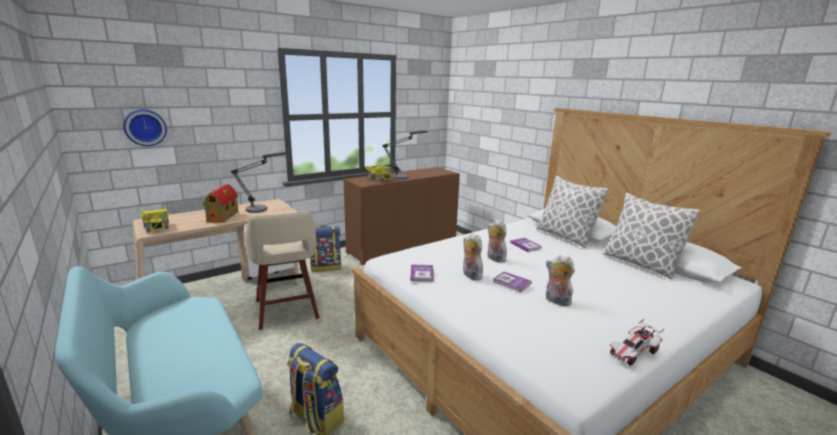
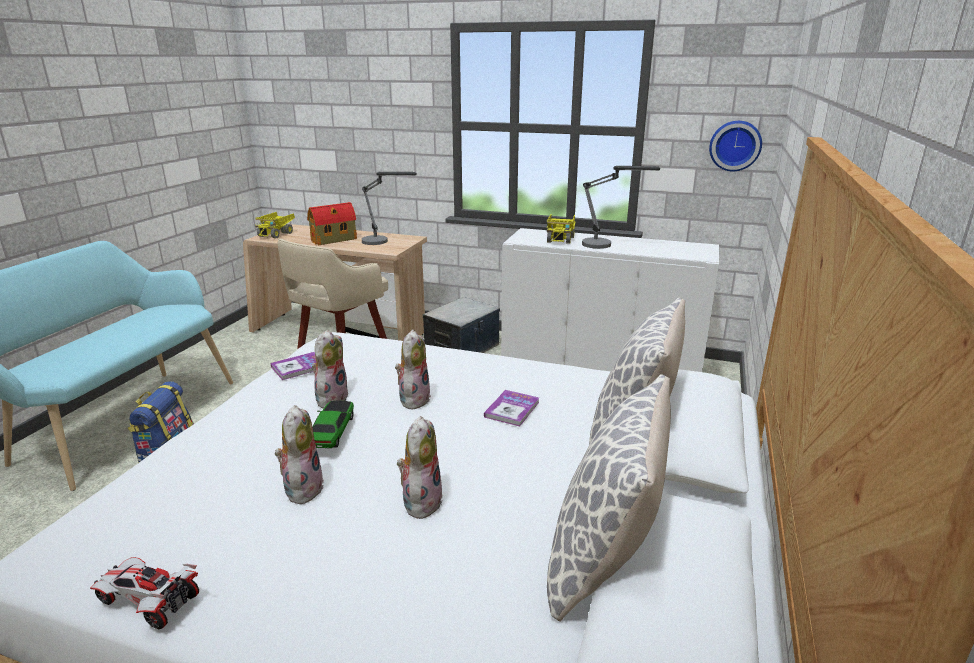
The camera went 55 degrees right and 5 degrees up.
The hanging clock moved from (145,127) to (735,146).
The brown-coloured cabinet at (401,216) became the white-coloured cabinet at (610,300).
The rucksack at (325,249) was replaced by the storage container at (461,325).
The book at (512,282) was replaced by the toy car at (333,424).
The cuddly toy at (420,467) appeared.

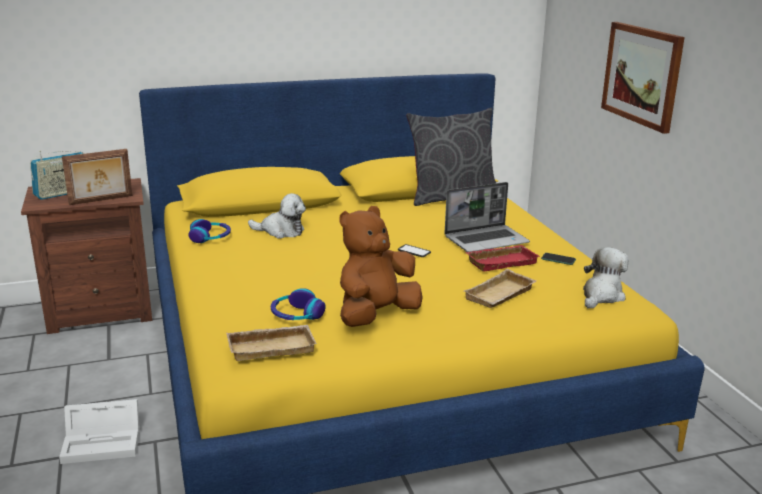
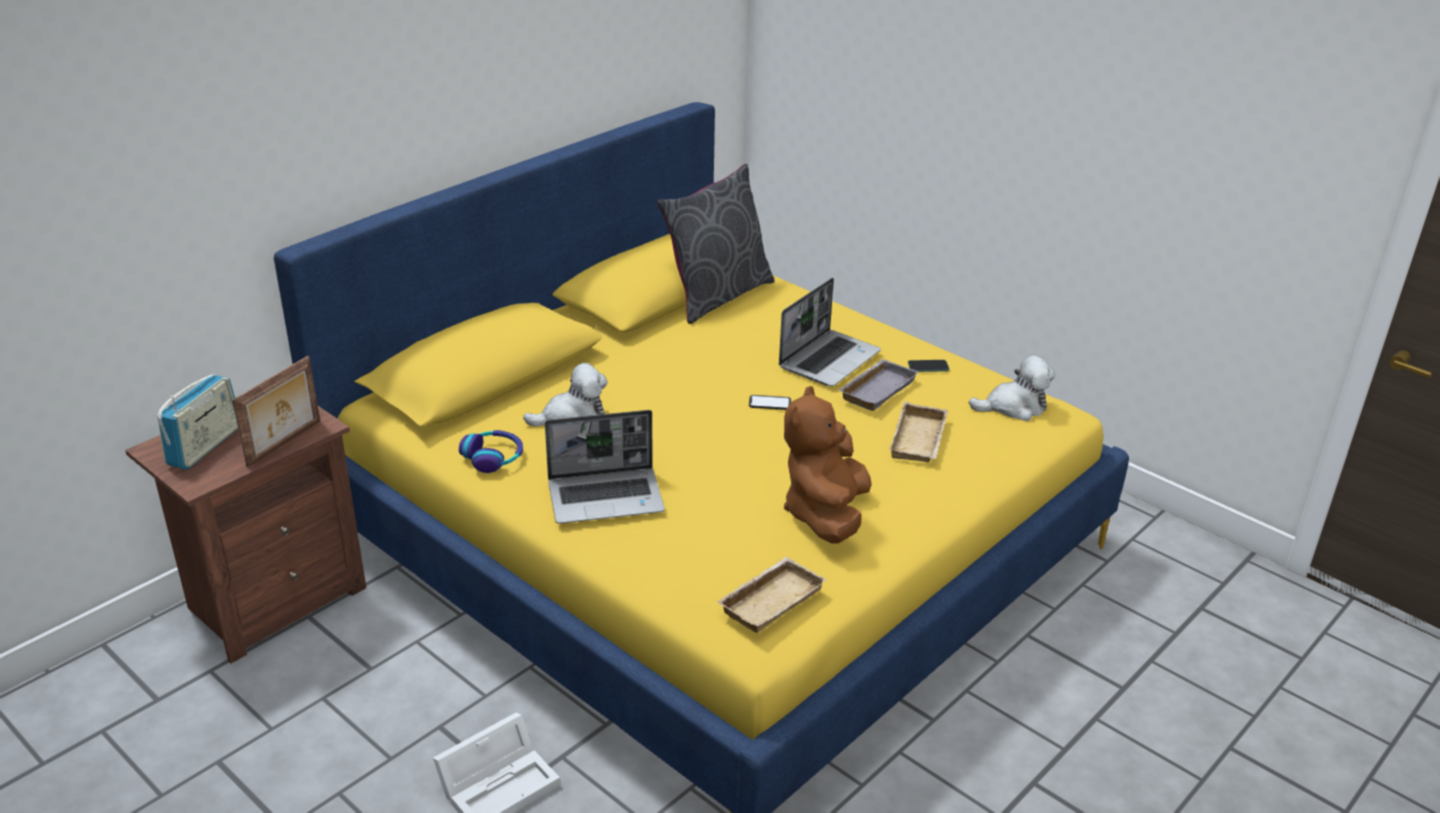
The camera went 30 degrees left and 10 degrees up.
The wall picture at (643,78) disappeared.
The red carrying tray at (503,258) became the greyish carrying tray at (878,385).
The cuddly toy at (606,277) turned 75 degrees clockwise.
The headphones at (298,304) disappeared.
The laptop at (605,467) appeared.

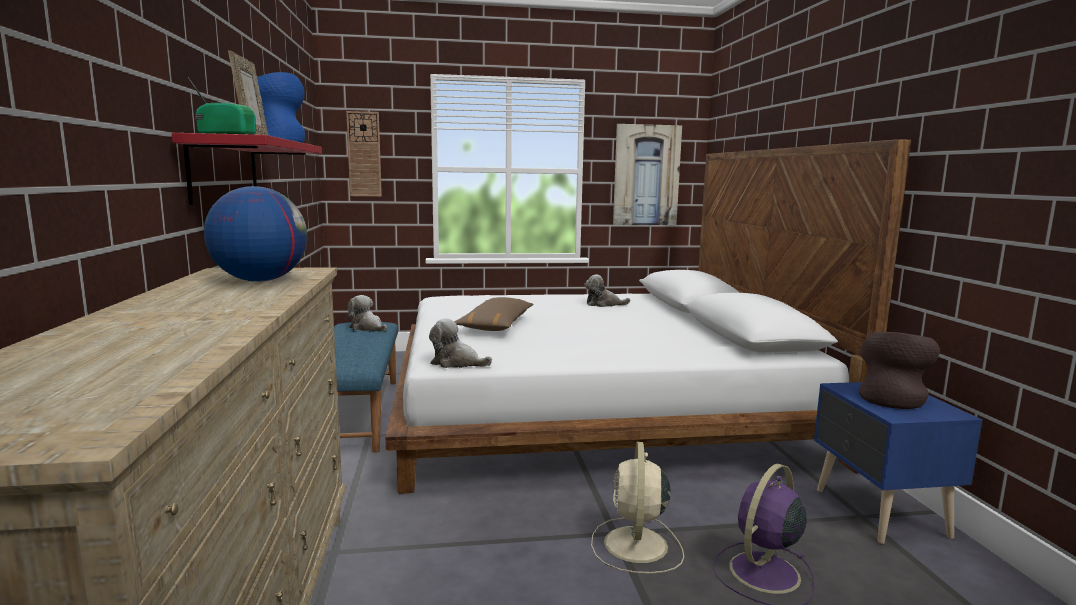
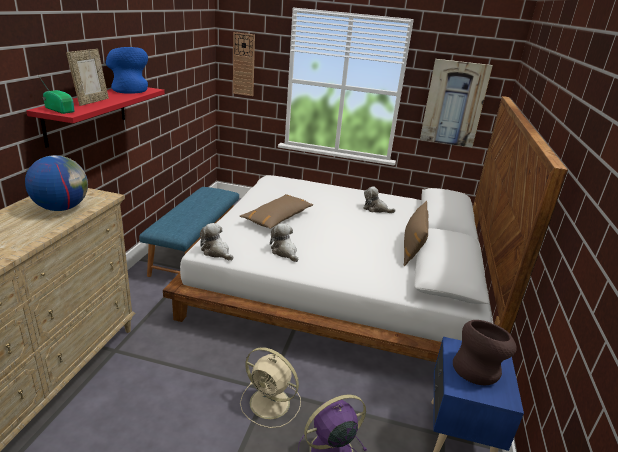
The camera went 20 degrees right and 15 degrees up.
The cuddly toy moved from (367,313) to (284,242).
The beige-coloured electric fan at (637,508) turned 90 degrees counterclockwise.
The brown-coloured cushion at (416,233) appeared.

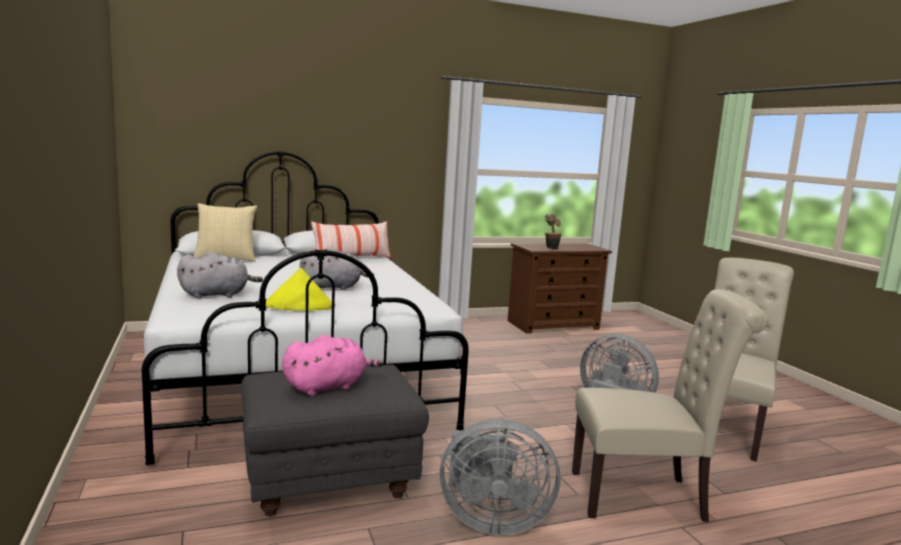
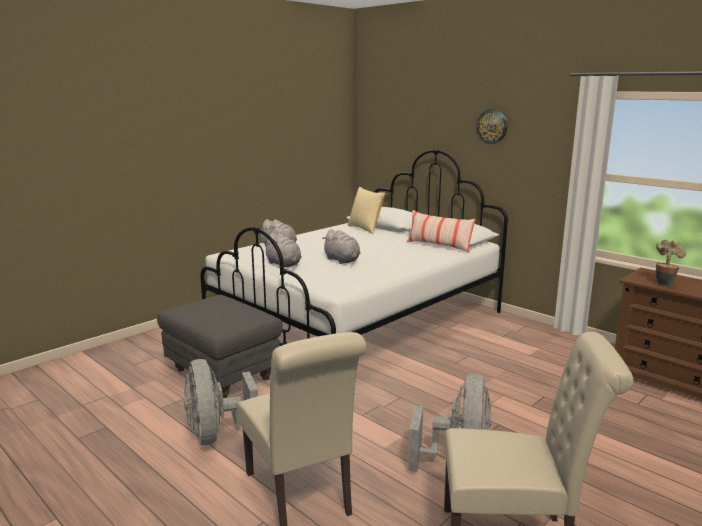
The camera went 65 degrees right and 5 degrees up.
The yellow-coloured hat at (300,289) was replaced by the greyish cuddly toy at (282,249).
The pinkish cuddly toy at (333,365) disappeared.
The hanging clock at (492,126) appeared.

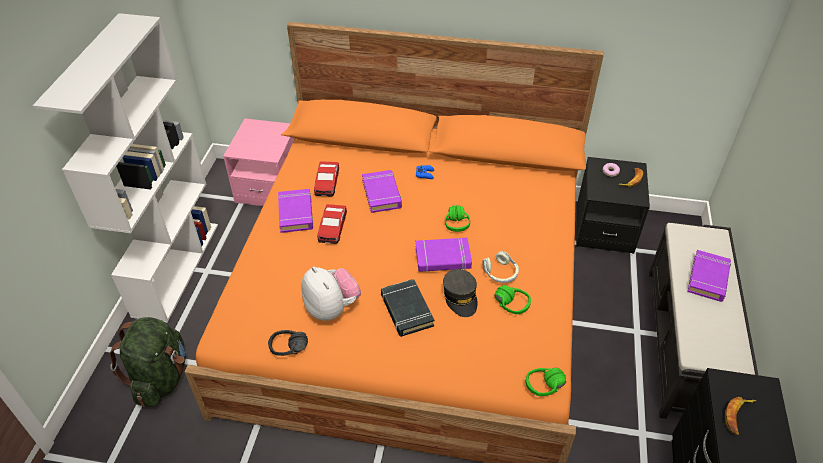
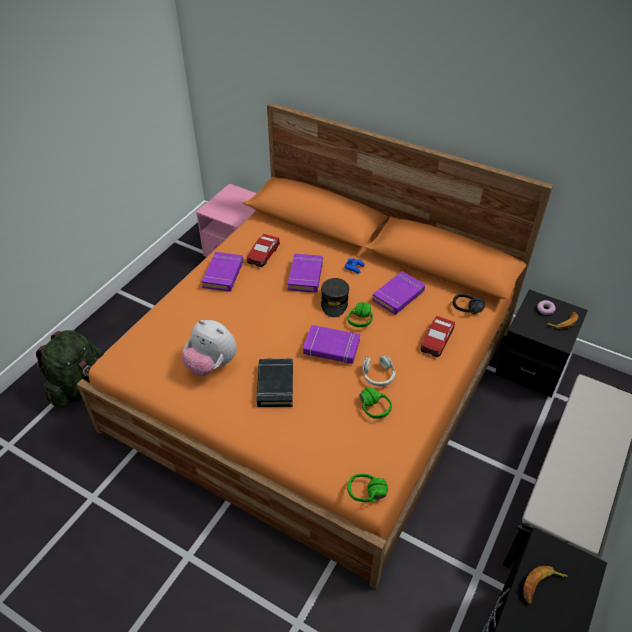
The camera went 20 degrees right and 0 degrees up.
The white-coloured bookshelf at (125,168) disappeared.
The toy car moved from (332,224) to (437,336).
The purple book moved from (709,276) to (398,293).
The cuddly toy at (331,293) turned 135 degrees clockwise.
The greyish cap moved from (460,293) to (335,297).
The black-coloured headphones moved from (288,343) to (469,304).

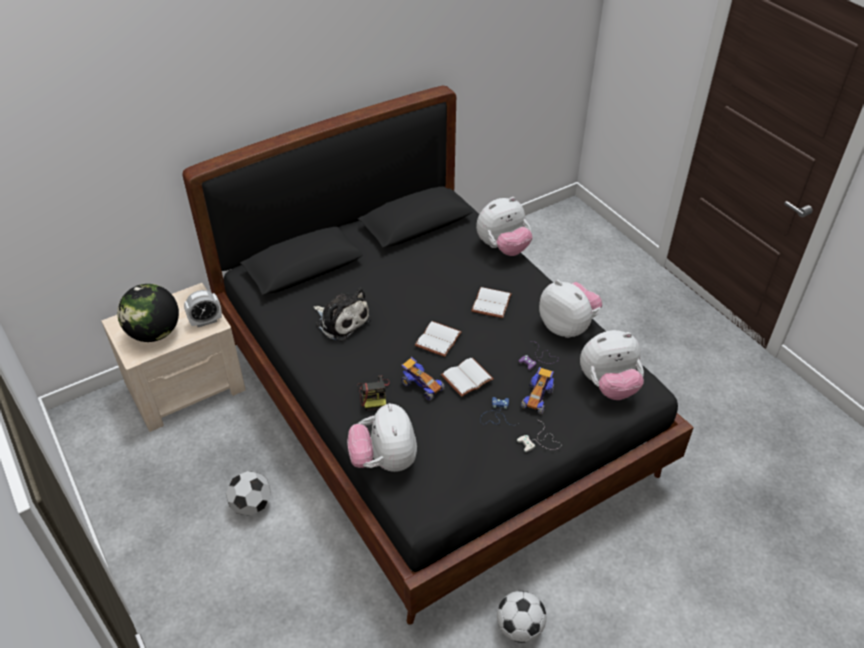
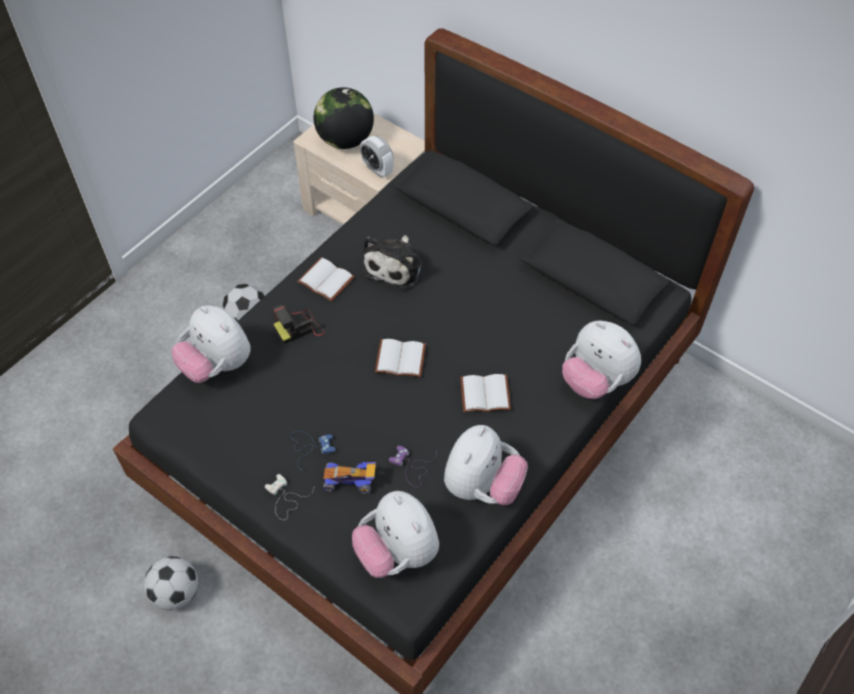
The camera went 70 degrees right and 10 degrees up.
The toy car at (423,379) disappeared.
The white-coloured book moved from (467,377) to (326,280).
The cuddly toy at (382,437) turned 105 degrees counterclockwise.

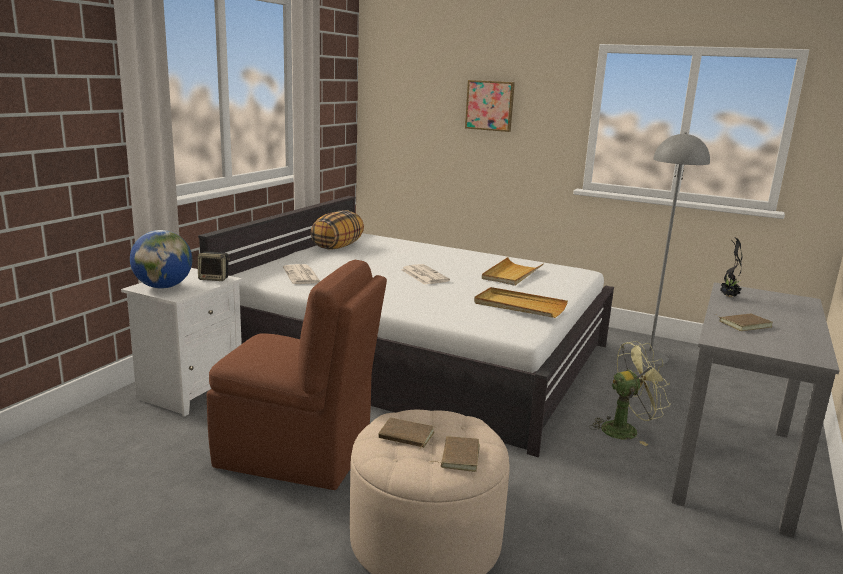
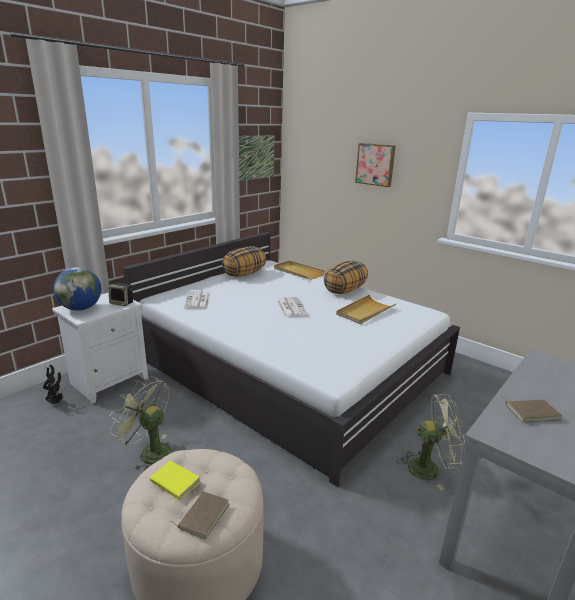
The camera went 15 degrees right and 5 degrees up.
The greyish standard lamp at (675,248) disappeared.
The plant in a pot moved from (730,267) to (53,384).
The brown-coloured chair at (297,375) was replaced by the green electric fan at (140,423).
The beige-coloured carrying tray moved from (521,302) to (299,270).
The brown-coloured book at (406,433) became the yellow-coloured book at (175,482).
The wall picture at (257,158) appeared.
The cushion at (346,277) appeared.

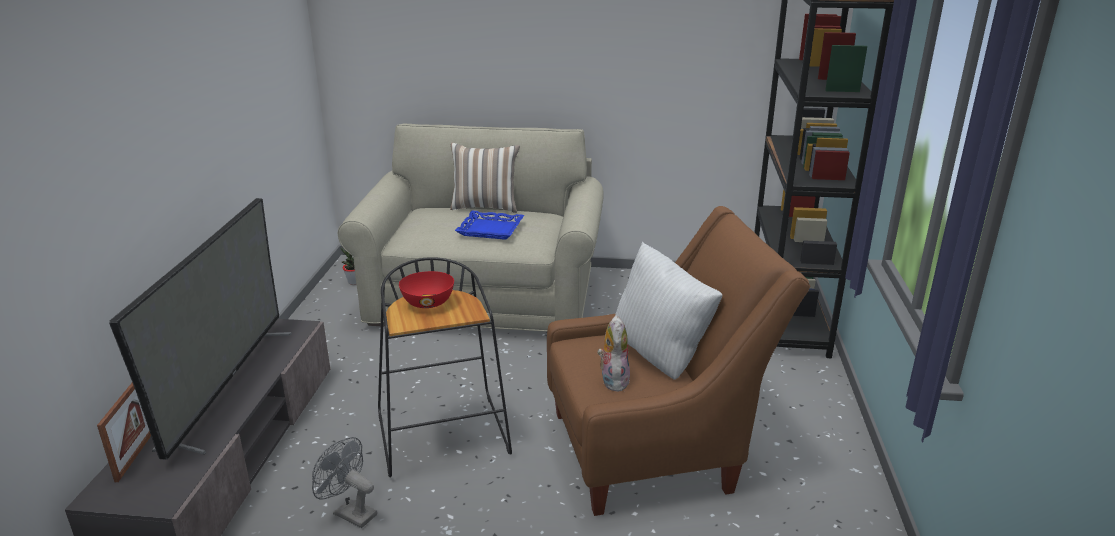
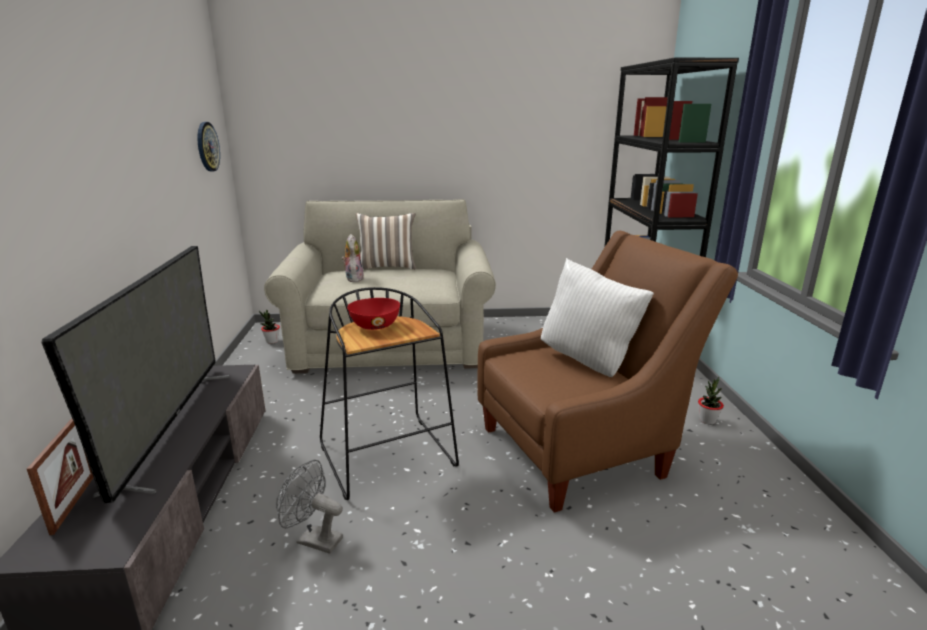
The camera went 10 degrees left and 5 degrees down.
The blue-coloured carrying tray at (489,225) disappeared.
The cuddly toy moved from (613,353) to (352,258).
The hanging clock at (208,147) appeared.
The plant in a pot at (711,401) appeared.

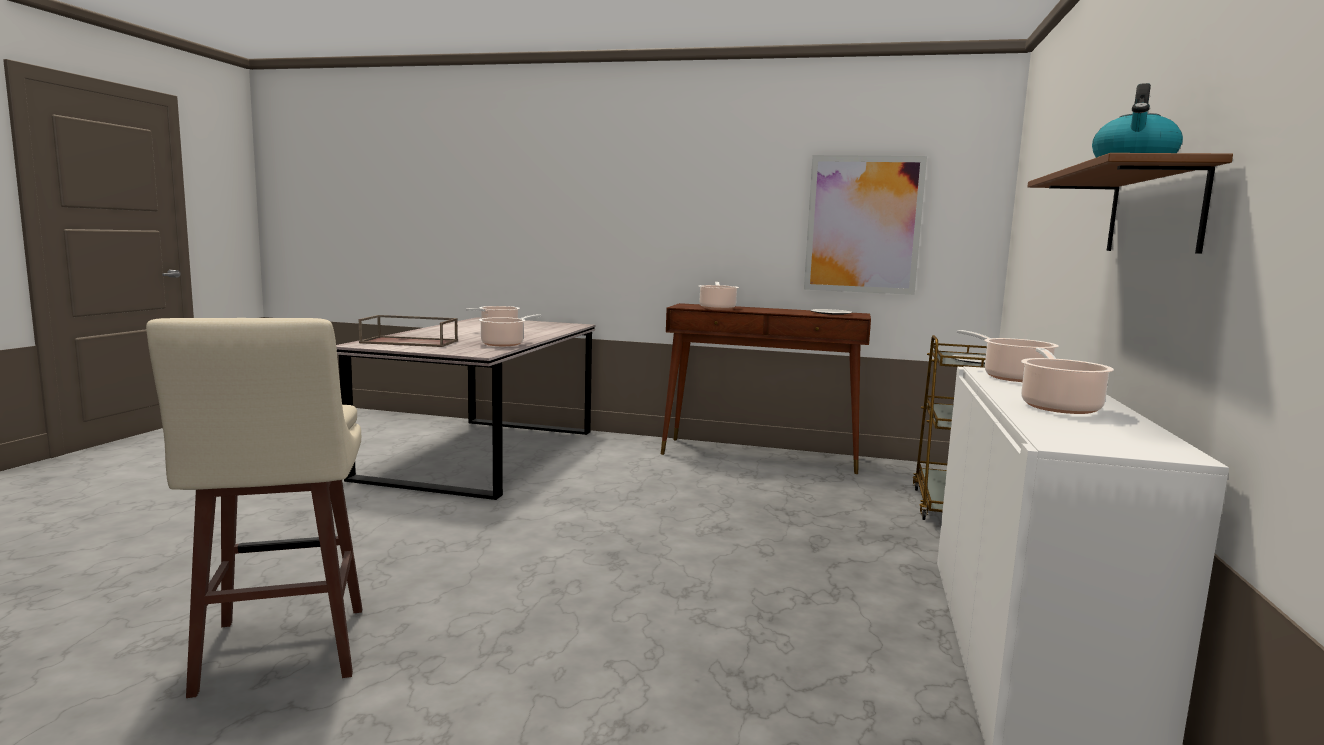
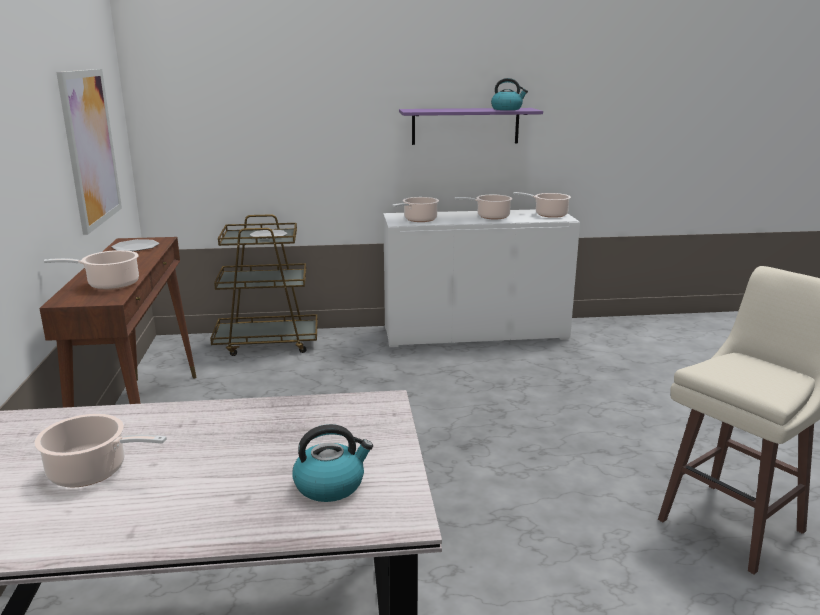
The camera went 110 degrees left and 10 degrees up.
The brown-coloured bracket shelf at (1130,203) became the purple bracket shelf at (471,126).
The cooking pot moved from (510,330) to (542,205).
The brown-coloured carrying tray at (408,331) was replaced by the kettle at (332,463).

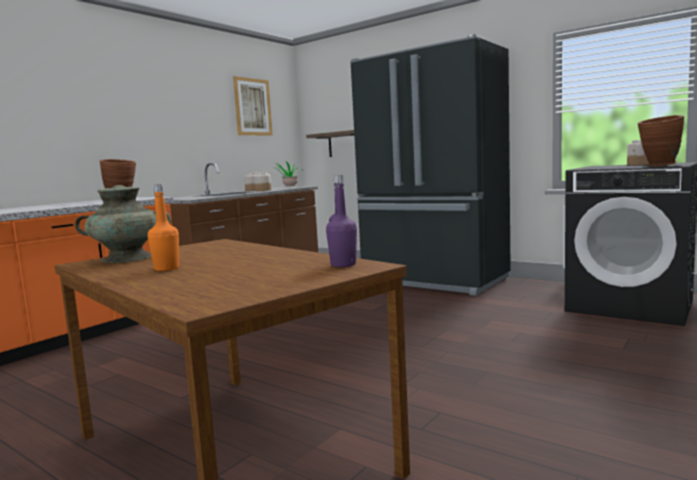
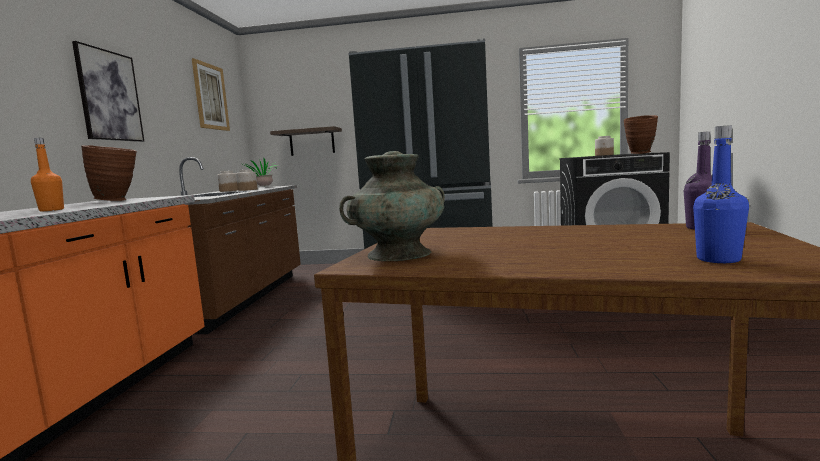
The camera went 30 degrees left and 0 degrees up.
The orangey beverage bottle moved from (163,227) to (47,174).
The wall picture at (108,91) appeared.
The blue-coloured beverage bottle at (721,194) appeared.

